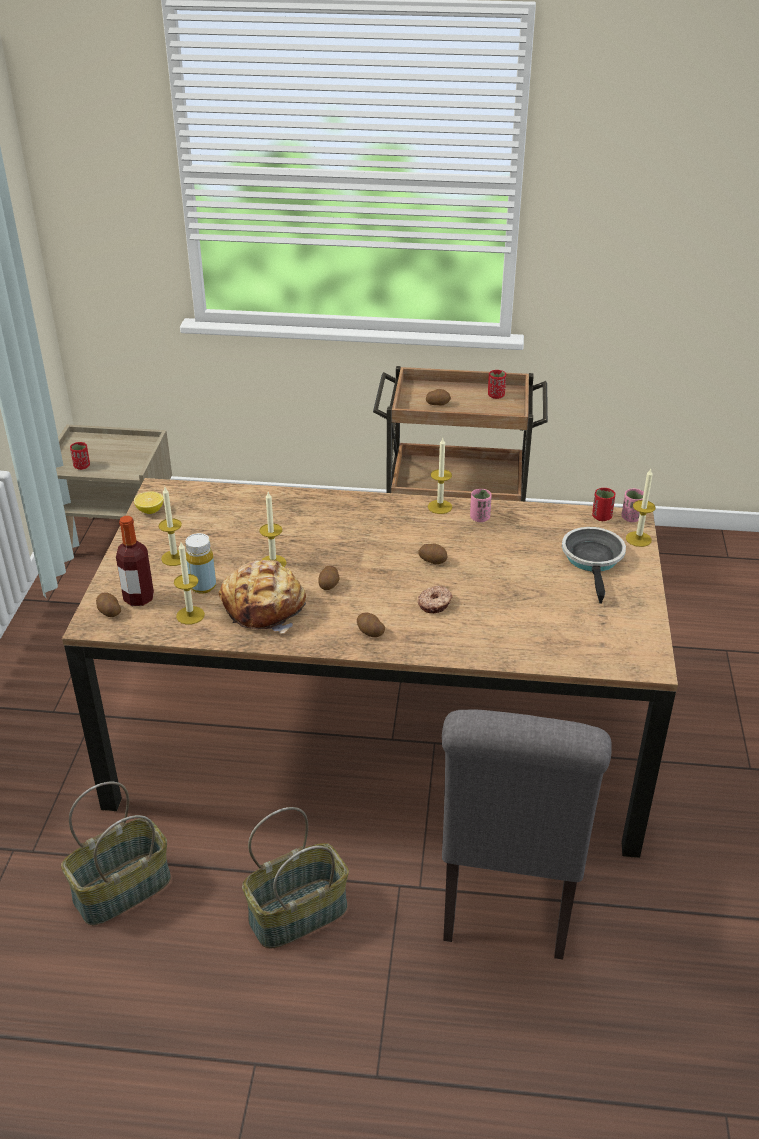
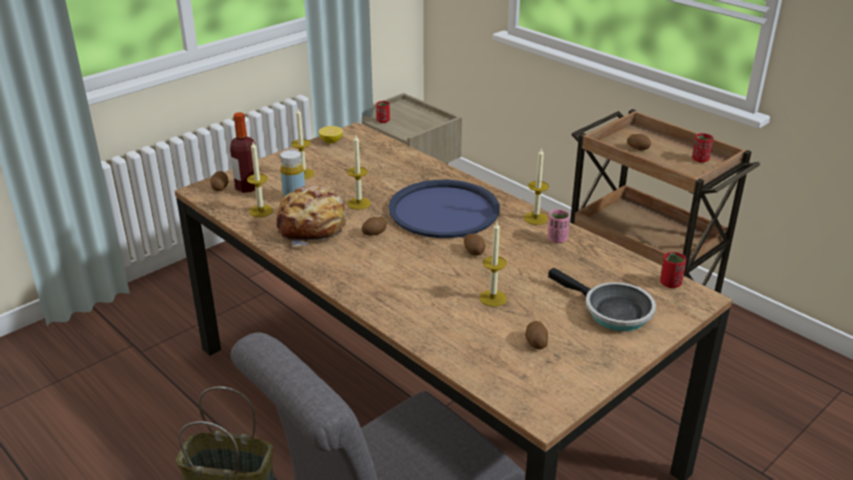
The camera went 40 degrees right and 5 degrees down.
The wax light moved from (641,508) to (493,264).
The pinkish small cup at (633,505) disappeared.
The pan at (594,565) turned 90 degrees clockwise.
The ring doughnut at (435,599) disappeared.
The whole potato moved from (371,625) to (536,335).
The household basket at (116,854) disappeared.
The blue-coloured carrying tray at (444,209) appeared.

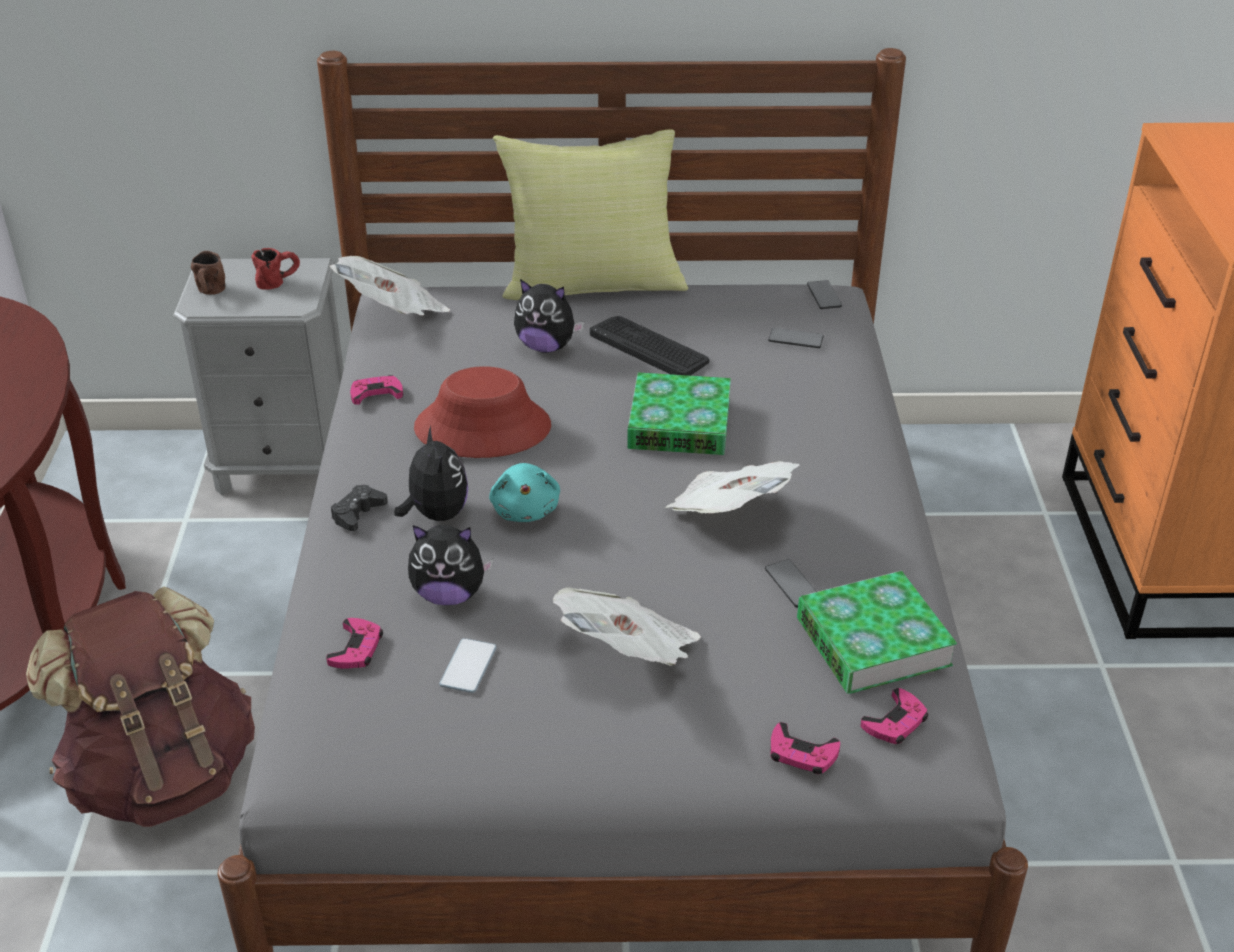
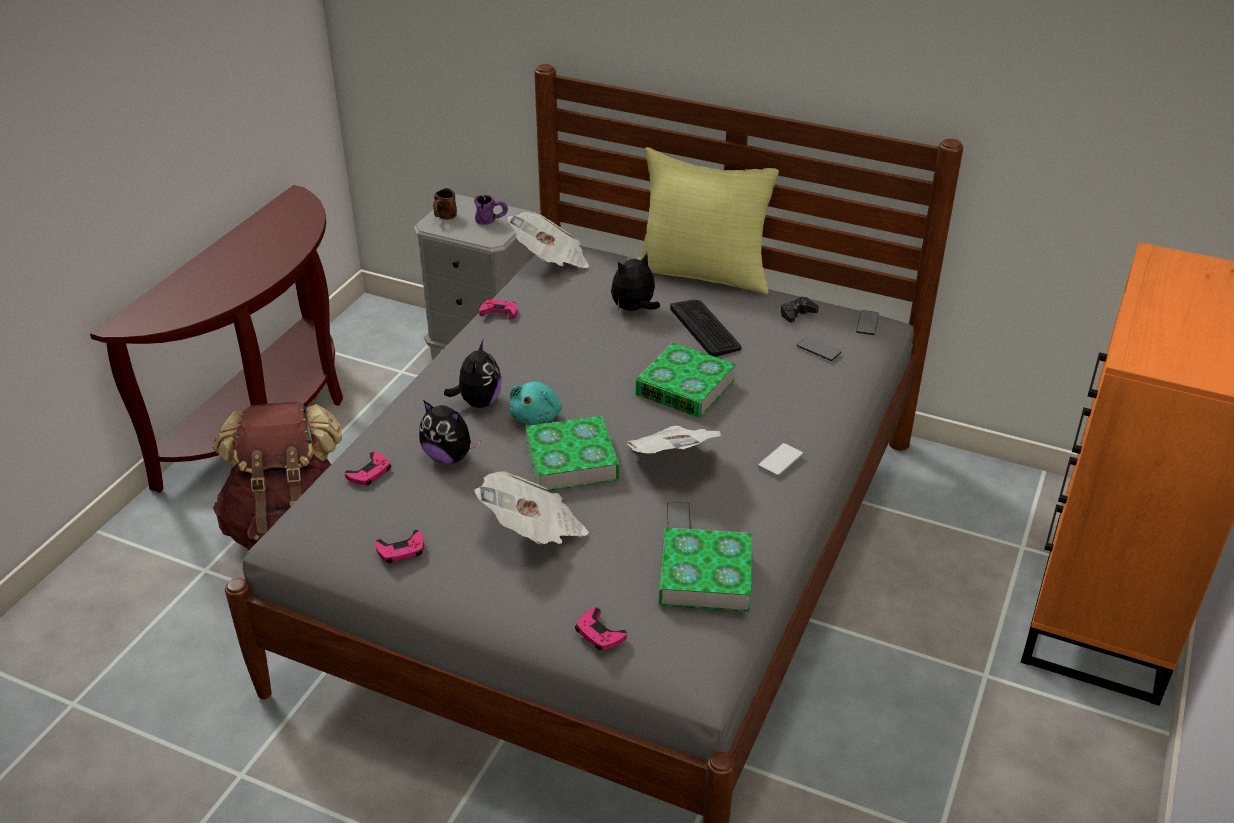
The camera went 25 degrees right and 0 degrees up.
The red coffee mug at (275,269) became the purple coffee mug at (491,210).
The cuddly toy at (549,316) turned 105 degrees clockwise.
The red hat at (482,412) disappeared.
The black-coloured game controller moved from (359,508) to (799,310).
The telephone moved from (468,665) to (781,459).
The pinkish game controller moved from (894,716) to (399,546).
The book at (572,453) appeared.

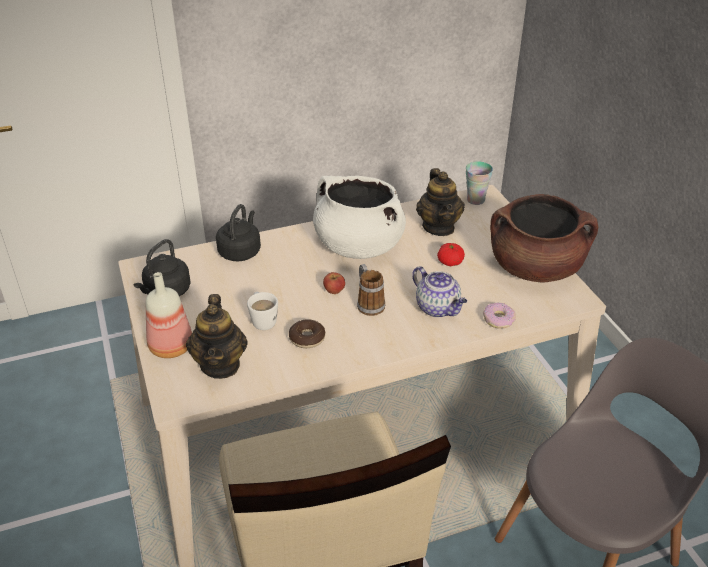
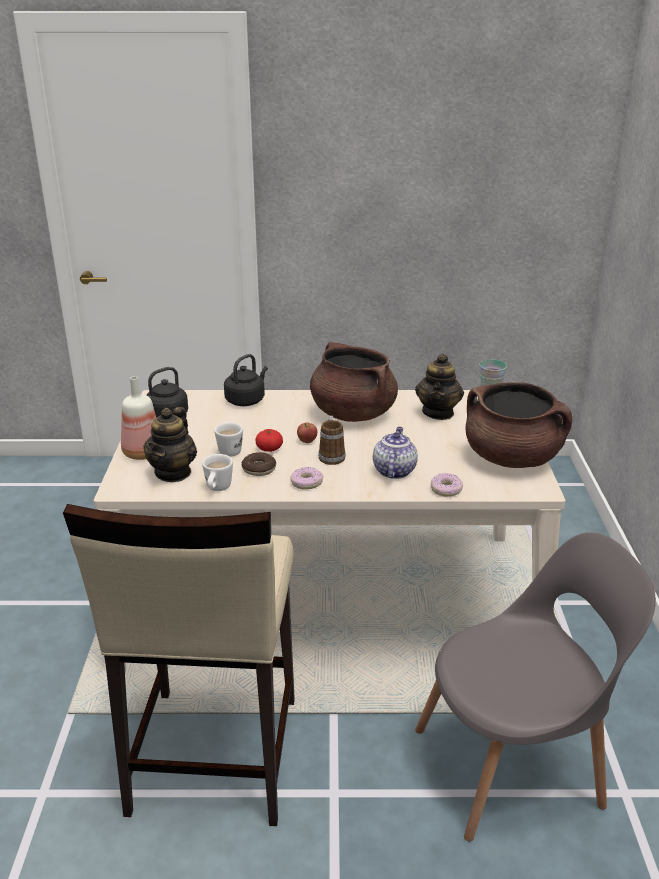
The camera went 20 degrees right and 10 degrees down.
The white-coloured cooking pot at (359,217) became the brown-coloured cooking pot at (354,382).
The whole tomato moved from (451,254) to (269,440).
The teapot at (439,291) turned 150 degrees counterclockwise.
The white-coloured coffee mug at (217,472) appeared.
The ring doughnut at (306,478) appeared.

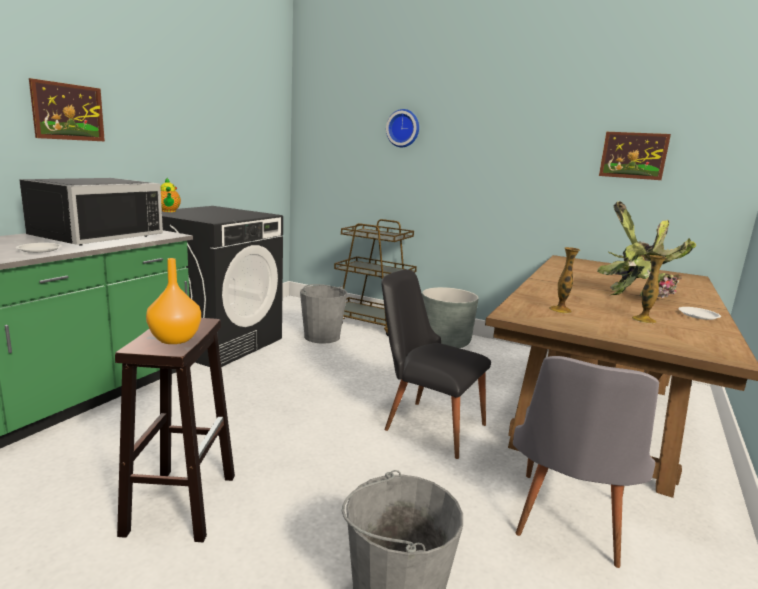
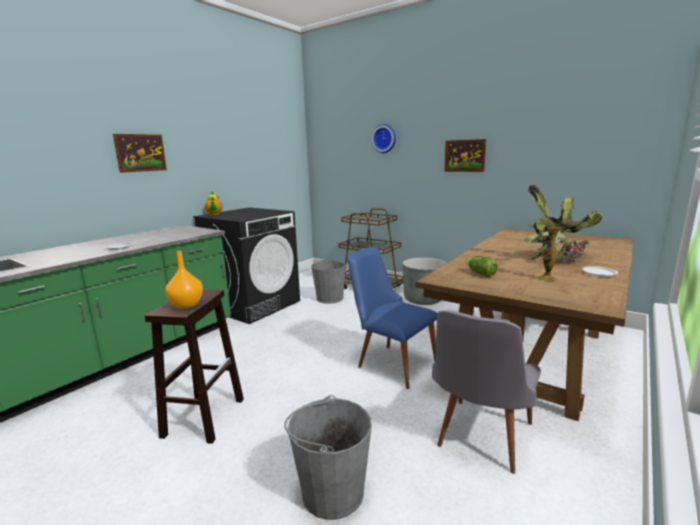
The camera went 10 degrees right and 0 degrees up.
The wall picture moved from (635,156) to (465,155).
The black-coloured microwave oven at (91,212) disappeared.
The flower vase at (564,280) was replaced by the head of lettuce at (482,266).
The black-coloured chair at (436,364) became the blue-coloured chair at (392,318).

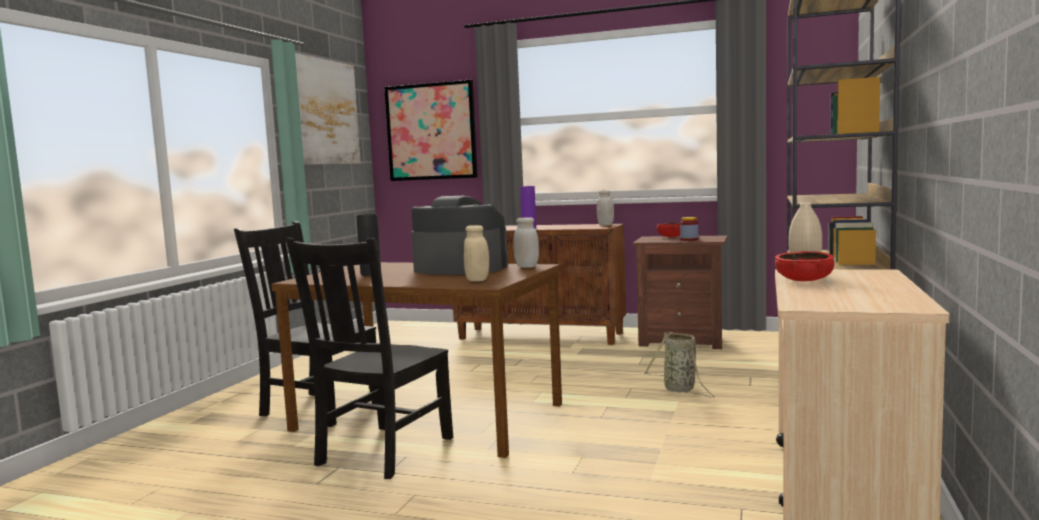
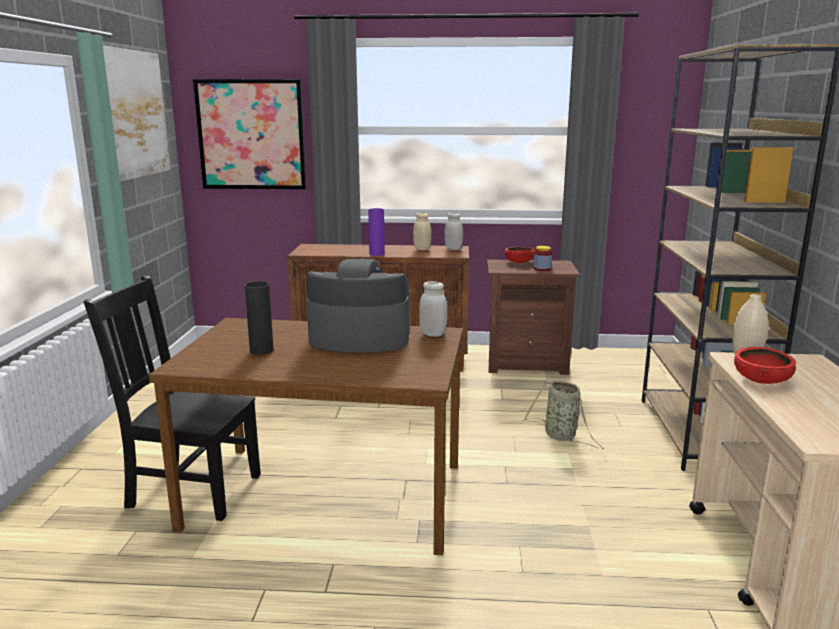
The camera went 15 degrees left and 10 degrees up.
The beige-coloured jar moved from (476,253) to (422,231).
The black-coloured chair at (369,358) disappeared.

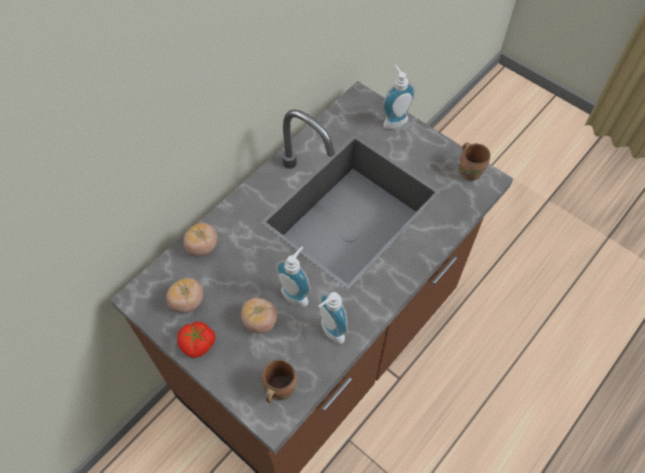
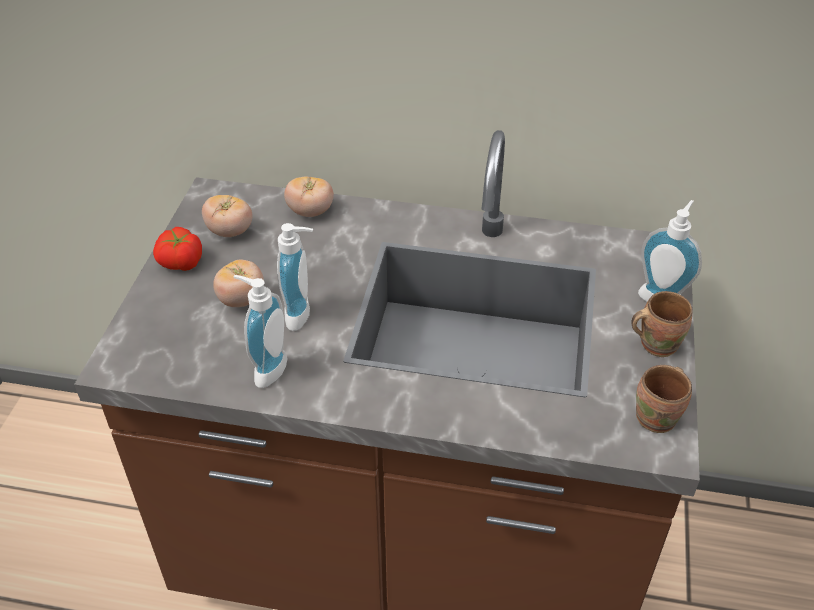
The camera went 60 degrees right and 15 degrees down.
The brown-coloured coffee mug moved from (279,381) to (661,324).

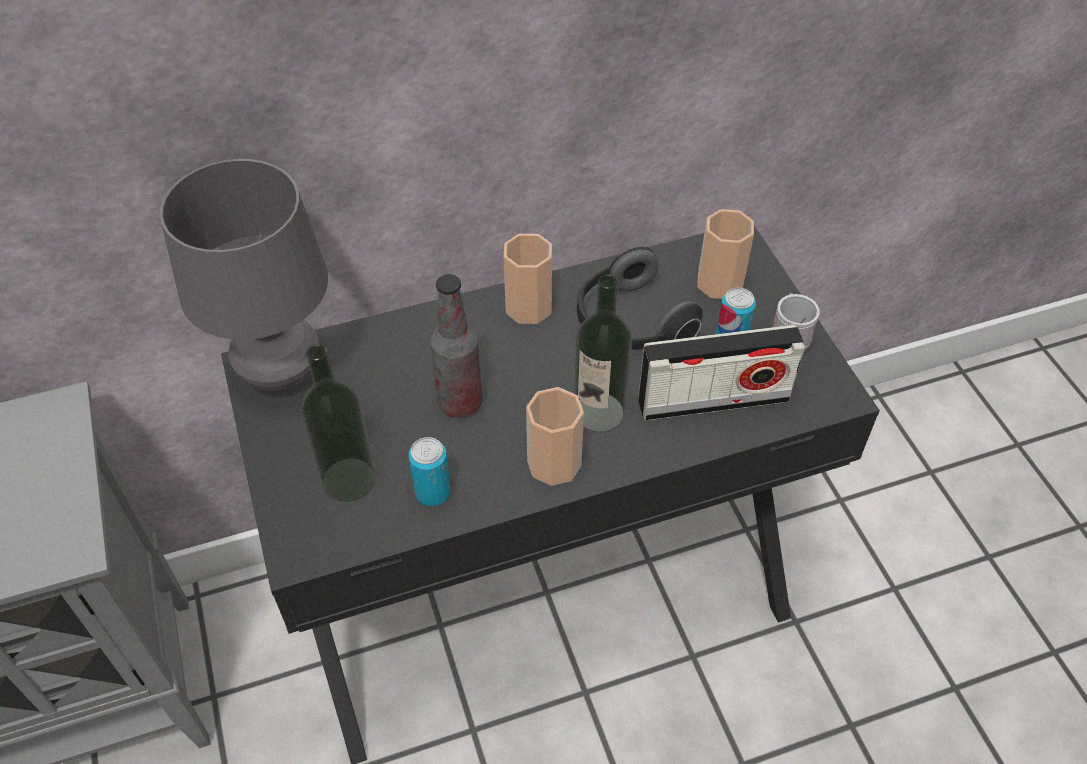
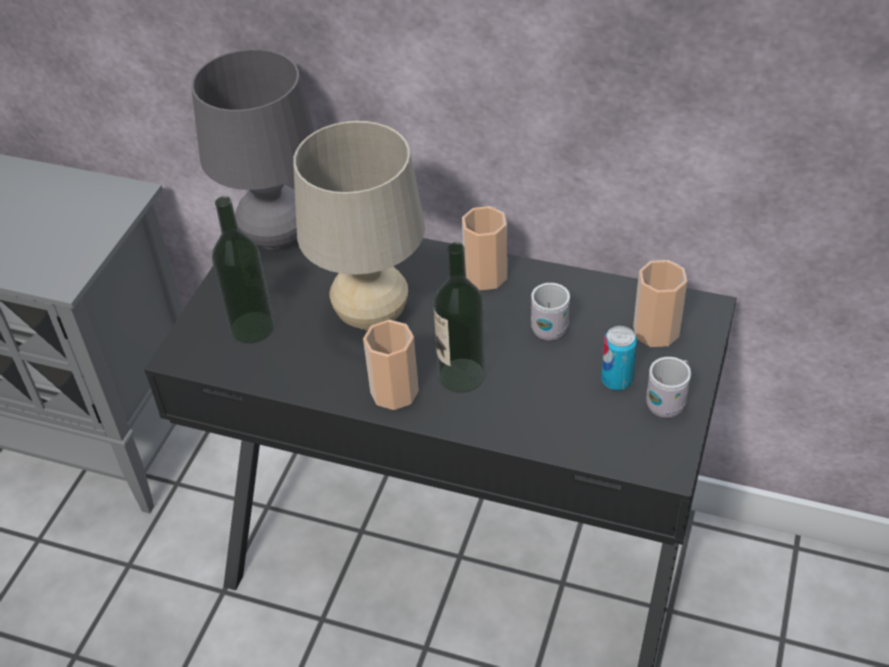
The camera went 40 degrees right and 5 degrees down.
The headphones at (640,298) was replaced by the white-coloured coffee mug at (550,312).
The beverage bottle at (456,346) was replaced by the beige-coloured table lamp at (359,226).
The radio receiver at (721,373) disappeared.
The sealed can at (429,471) disappeared.

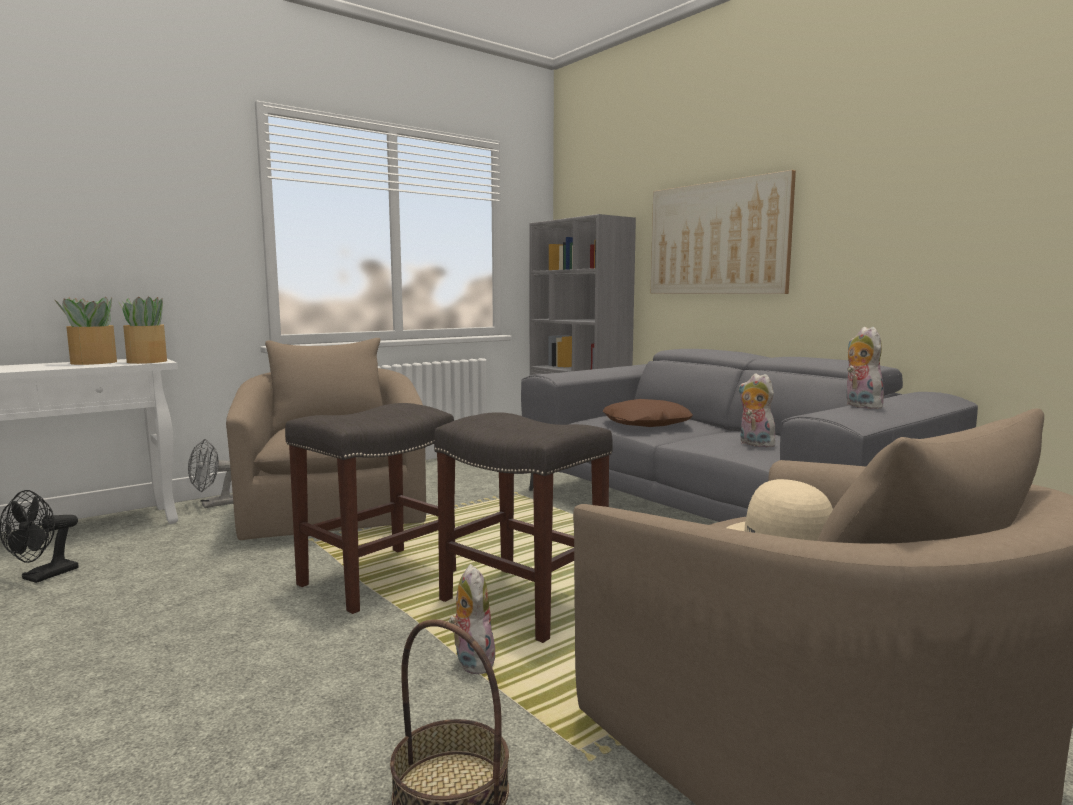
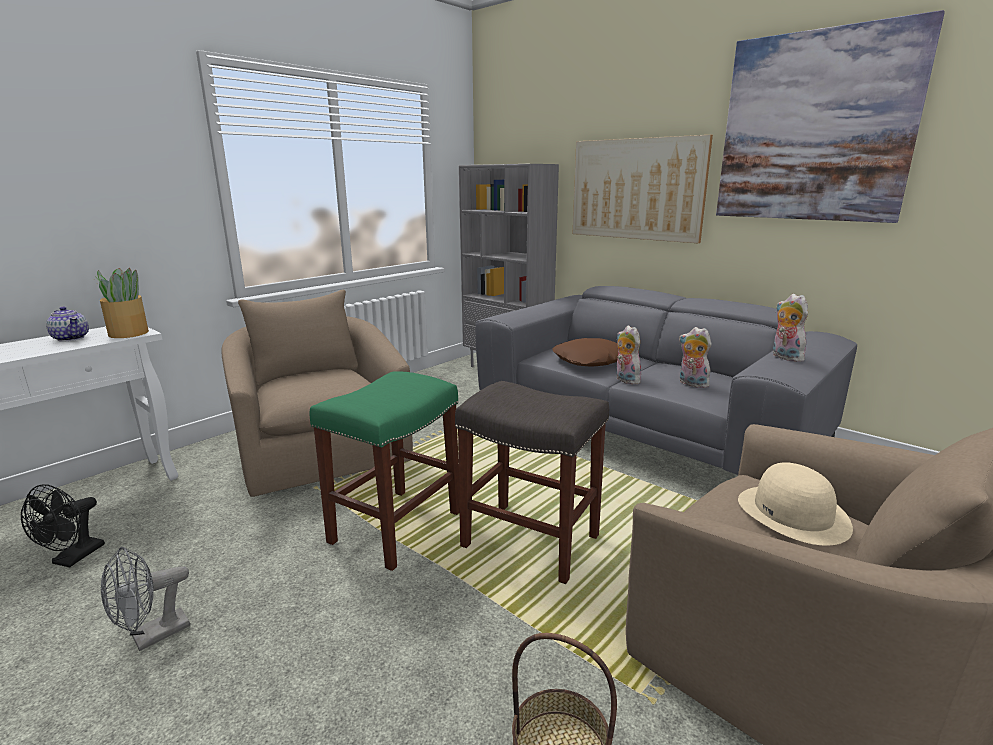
The camera went 10 degrees left and 10 degrees up.
The plant in a pot at (85,331) was replaced by the teapot at (67,324).
The greyish stool at (370,508) became the green stool at (384,471).
The greyish electric fan moved from (210,473) to (145,599).
The cuddly toy moved from (472,619) to (630,355).
The wall picture at (830,116) appeared.

